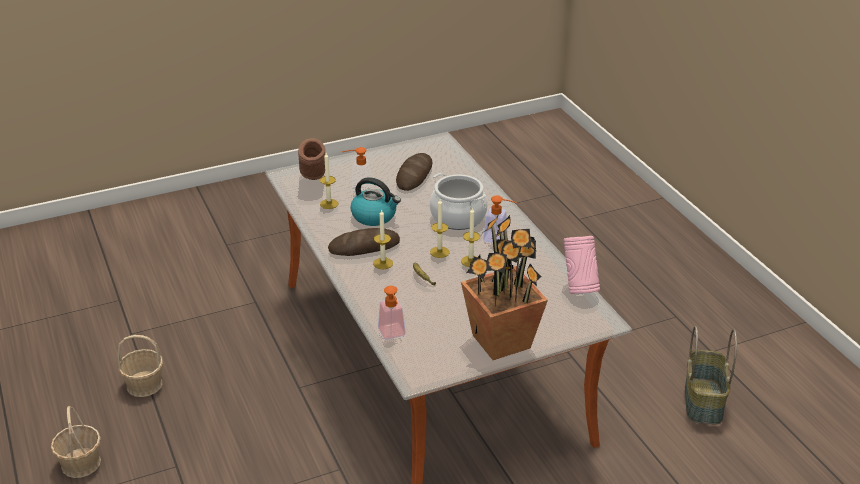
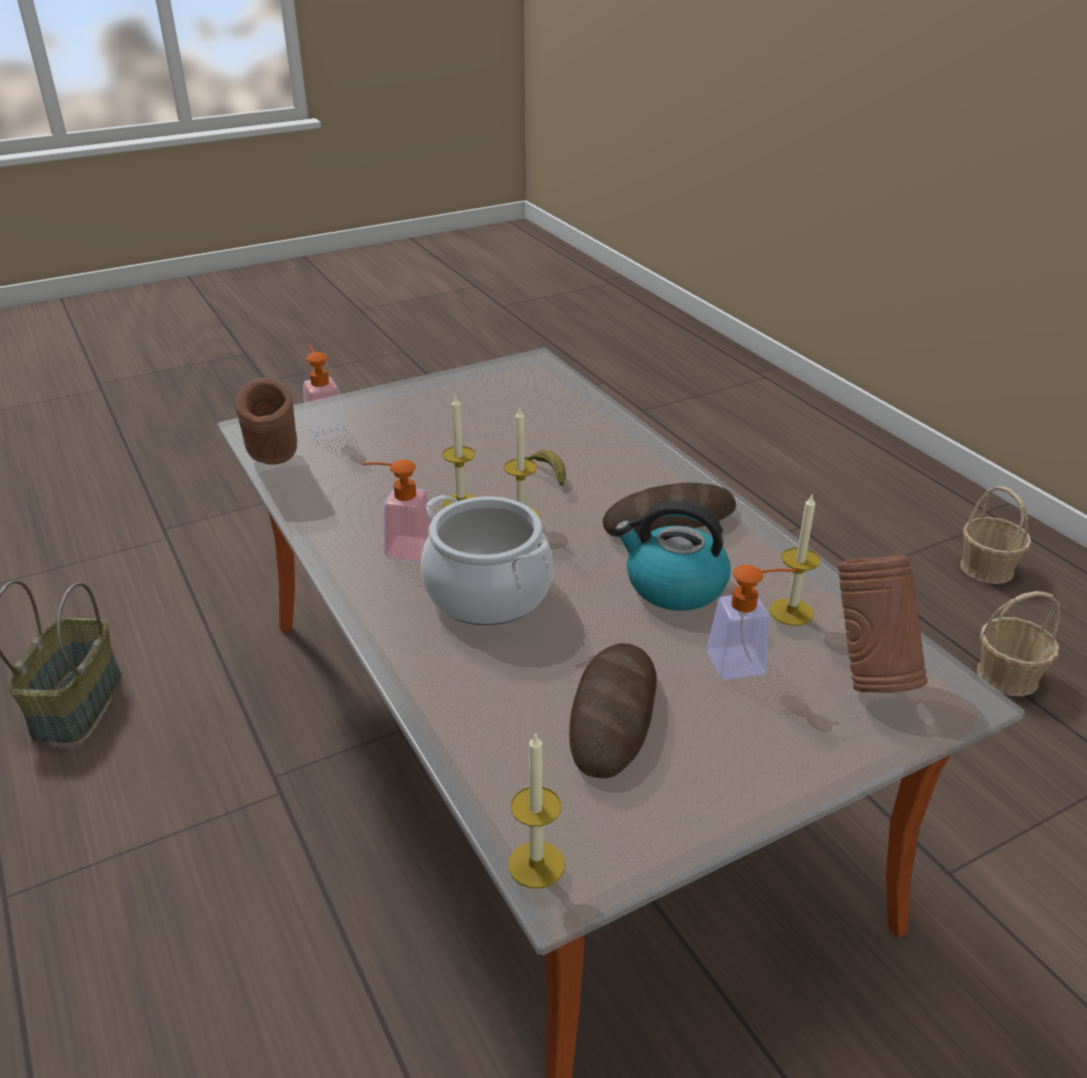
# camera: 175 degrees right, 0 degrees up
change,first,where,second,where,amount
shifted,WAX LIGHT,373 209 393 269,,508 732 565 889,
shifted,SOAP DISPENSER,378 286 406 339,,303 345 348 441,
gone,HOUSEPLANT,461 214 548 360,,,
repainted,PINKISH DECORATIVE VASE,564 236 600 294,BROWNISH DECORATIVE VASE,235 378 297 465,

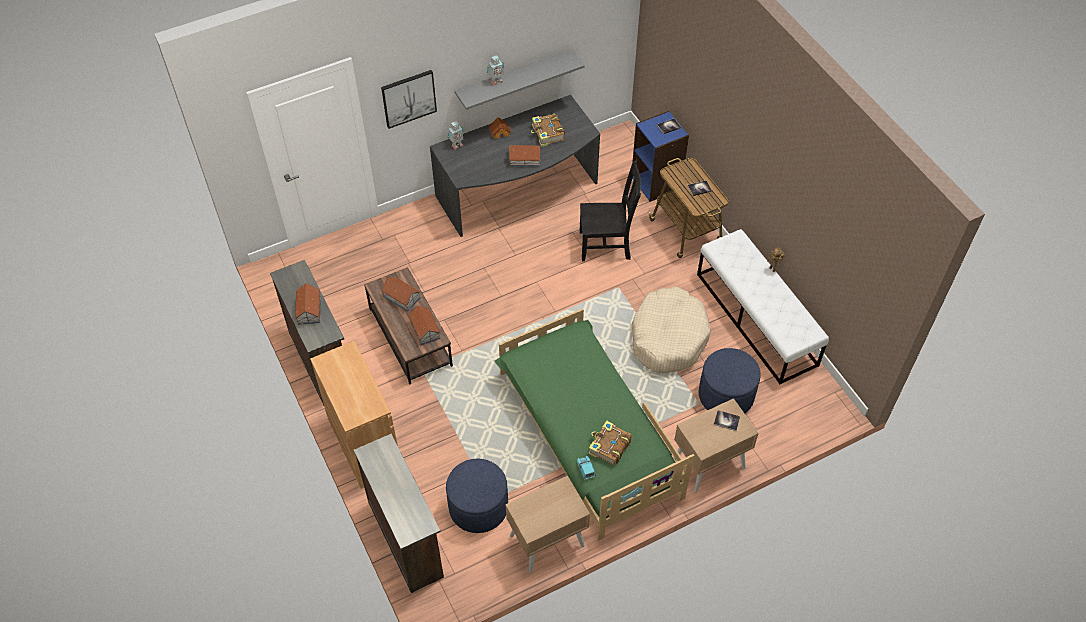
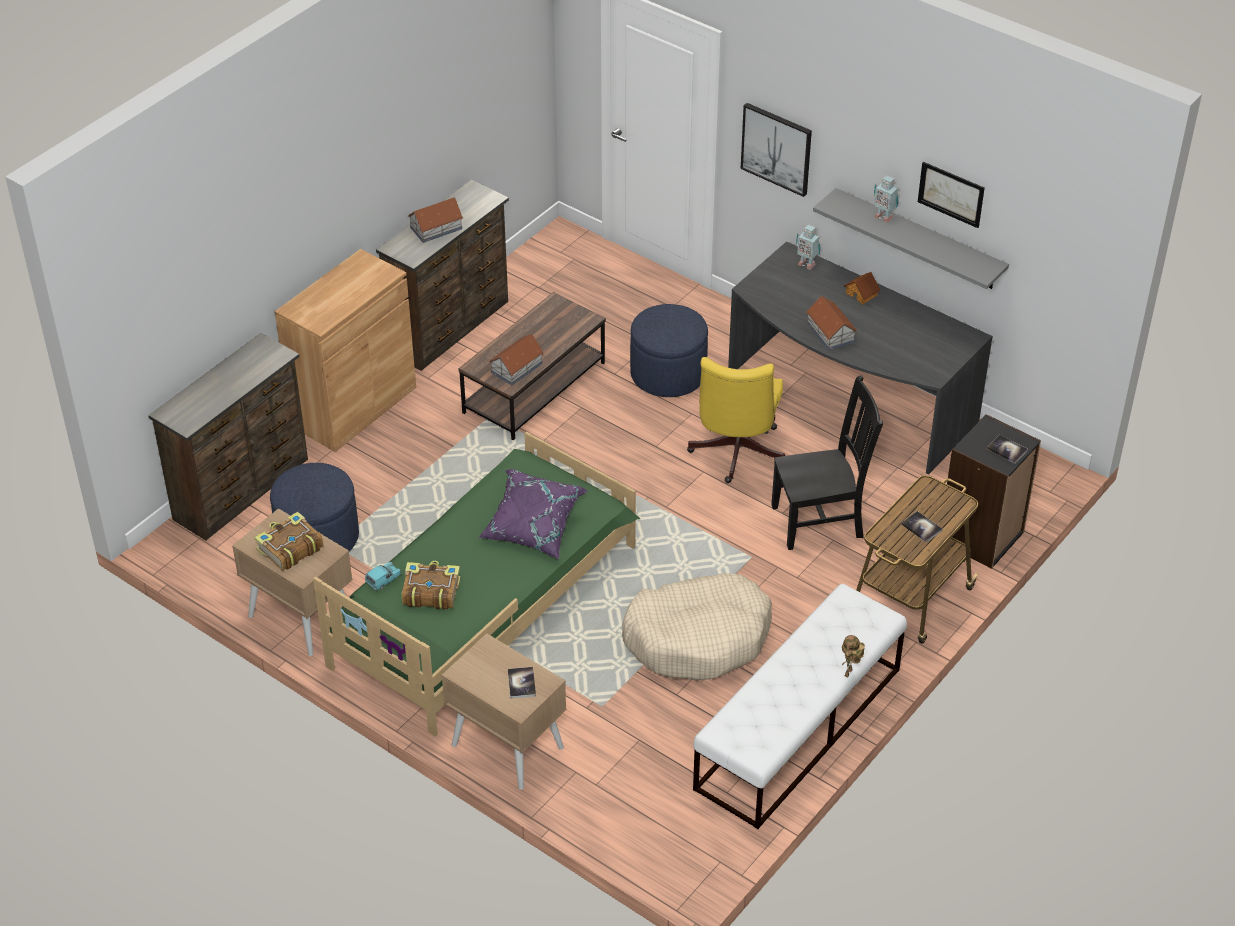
# camera: 65 degrees right, 10 degrees down
change,first,where,second,where,amount
gone,MINIATURE HOUSE,381 277 421 312,,,
shifted,VOLUME,531 113 565 147,,255 512 323 571,
rotated,BLACKISH CHAIR,580 160 641 261,,771 375 883 550,75 degrees counterclockwise
repainted,BLUE BOOKSHELF,632 111 689 202,BLACKISH BOOKSHELF,942 414 1041 569,
shifted,BLUE OTTOMAN,699 348 761 413,,630 304 708 397,
new,,,PURPLE-COLOURED CUSHION,478 469 588 560,
new,,,YELLOWISH DESK CHAIR,687 357 785 483,
new,,,WALL PICTURE,918 162 985 228,

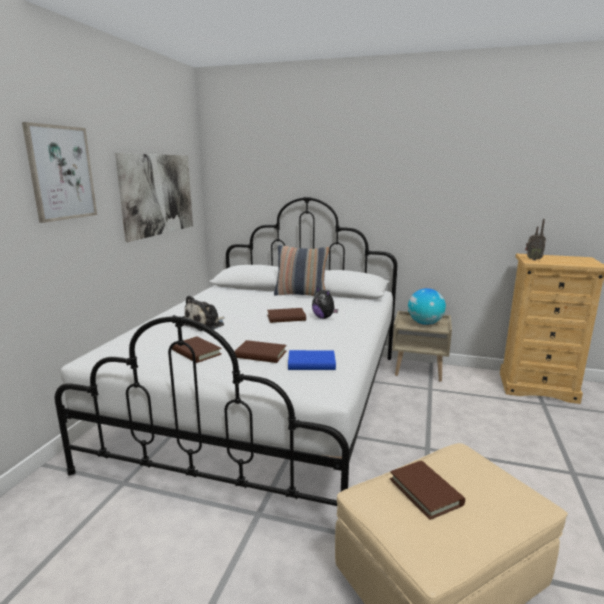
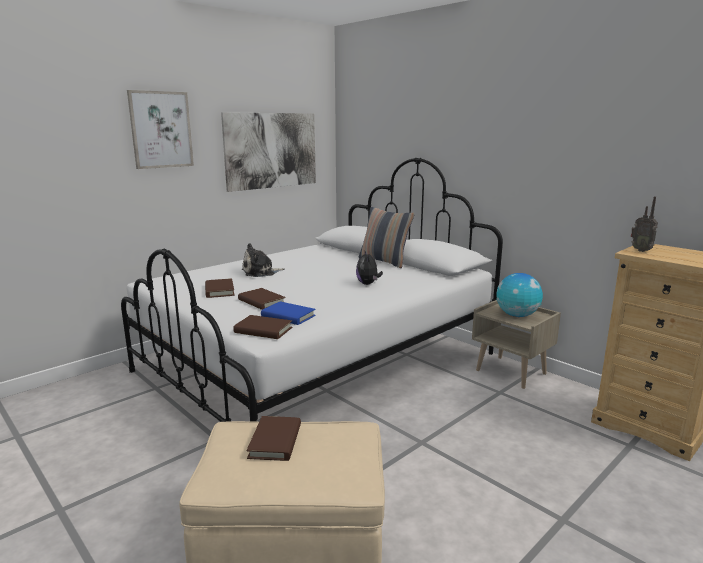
# camera: 30 degrees right, 0 degrees up
change,first,where,second,where,amount
shifted,BROWNISH VOLUME,267 308 306 323,,233 315 292 339,

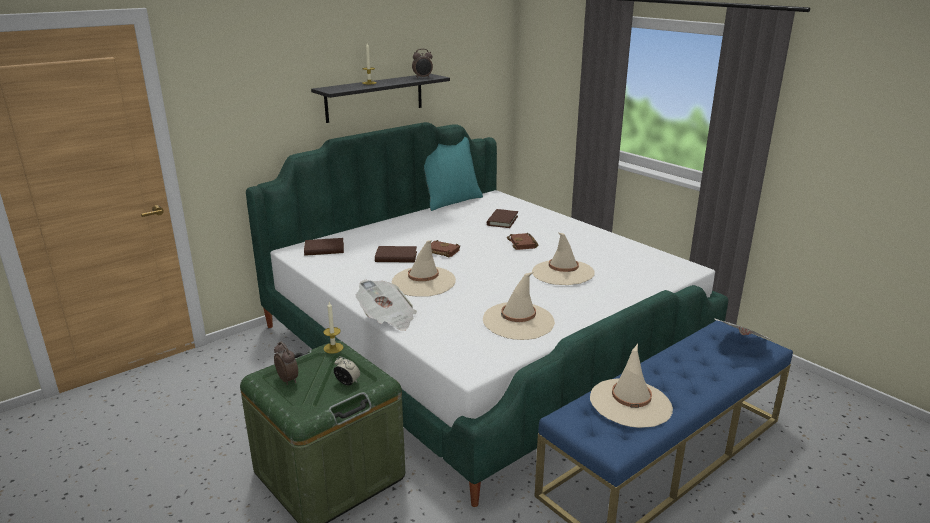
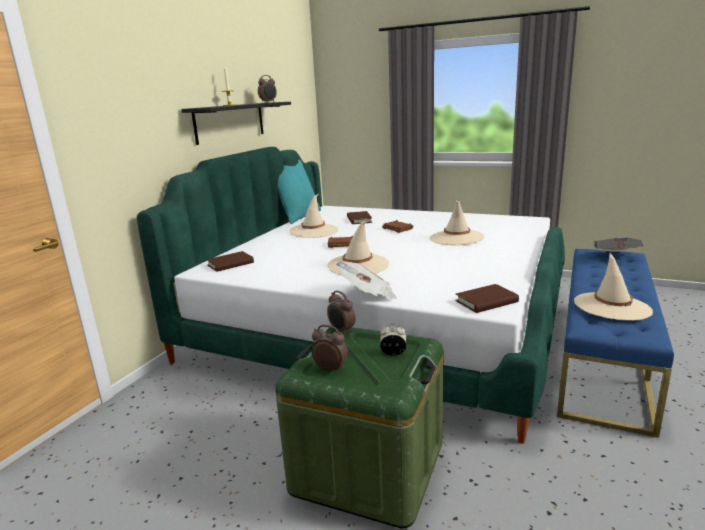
# camera: 25 degrees left, 5 degrees down
change,first,where,second,where,amount
swapped,WAX LIGHT,323 302 343 354,BEDSIDE CLOCK,327 291 355 335,
shifted,BROWNISH VOLUME,375 246 417 263,,455 284 519 313,
shifted,SAND-COLOURED CLOTHING HAT,483 272 555 340,,289 194 338 238,

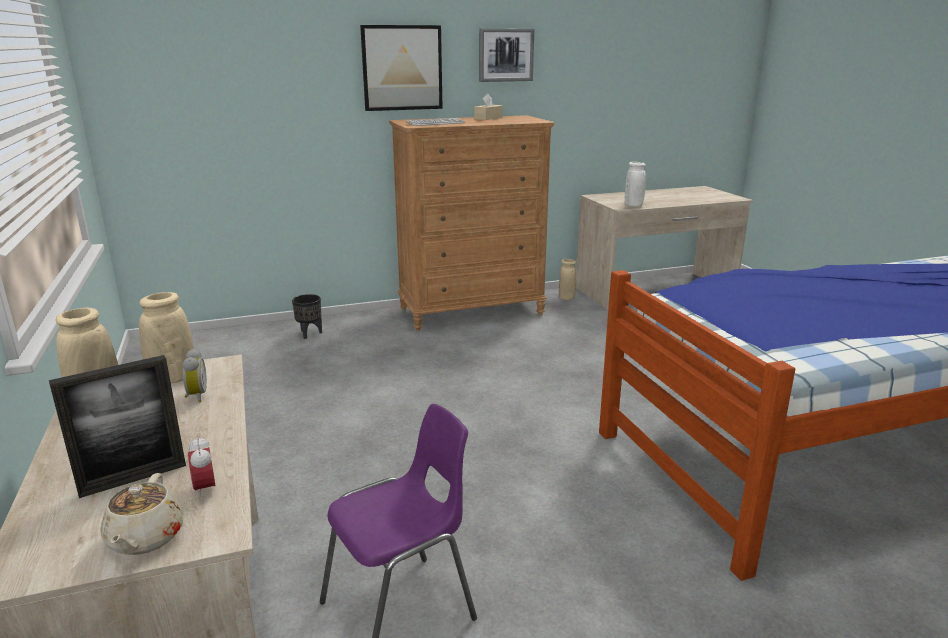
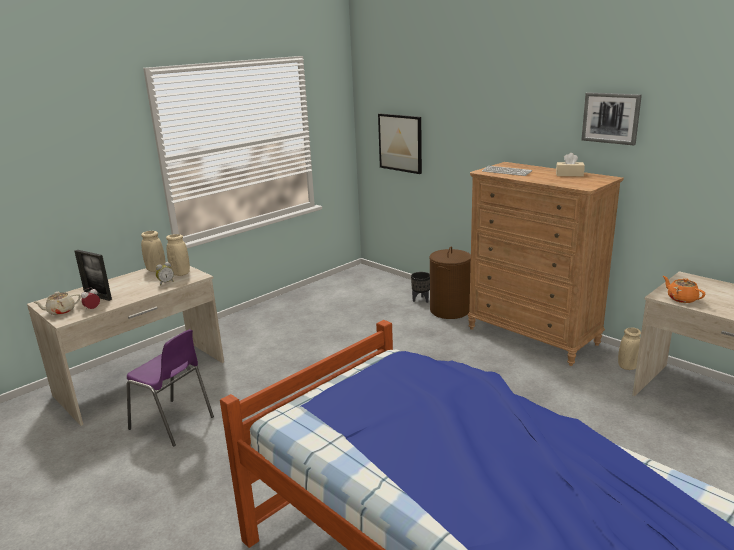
# camera: 65 degrees right, 0 degrees up
change,first,where,second,where,amount
shifted,WALL PICTURE,360 25 443 111,,378 113 422 174,
swapped,WHITE DECORATIVE VASE,625 161 646 207,ORANGE-COLOURED POT FOR TEA,663 276 705 303,
new,,,BROWNISH WASHING BASKET,429 247 471 319,

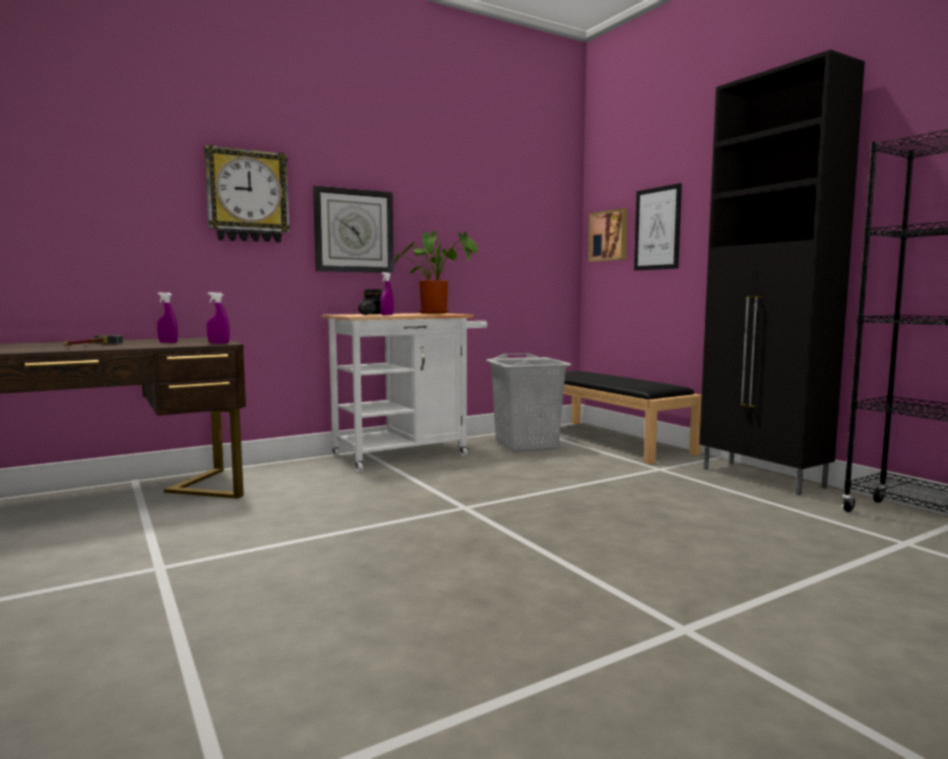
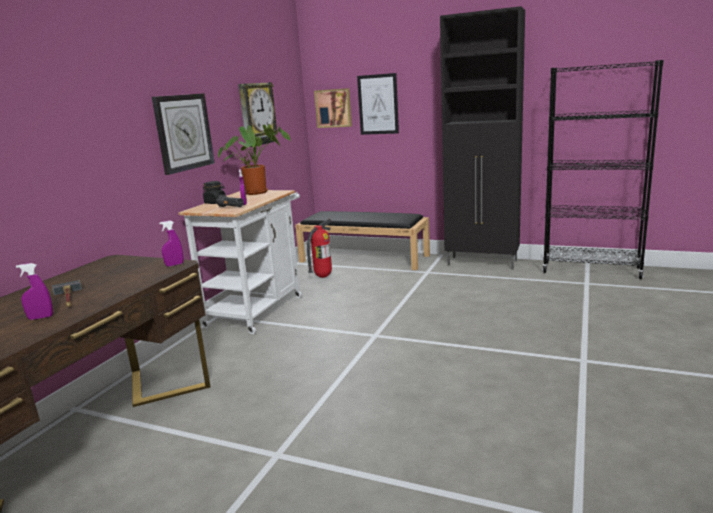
# camera: 35 degrees left, 10 degrees up
change,first,where,second,where,amount
shifted,PURPLE-COLOURED SPRAYER,157 292 178 343,,16 263 53 320,
shifted,WALL CLOCK,204 144 291 243,,238 82 278 147,
swapped,GRAY WASHING BASKET,486 353 571 452,FIRE EXTINGUISHER,307 219 332 278,

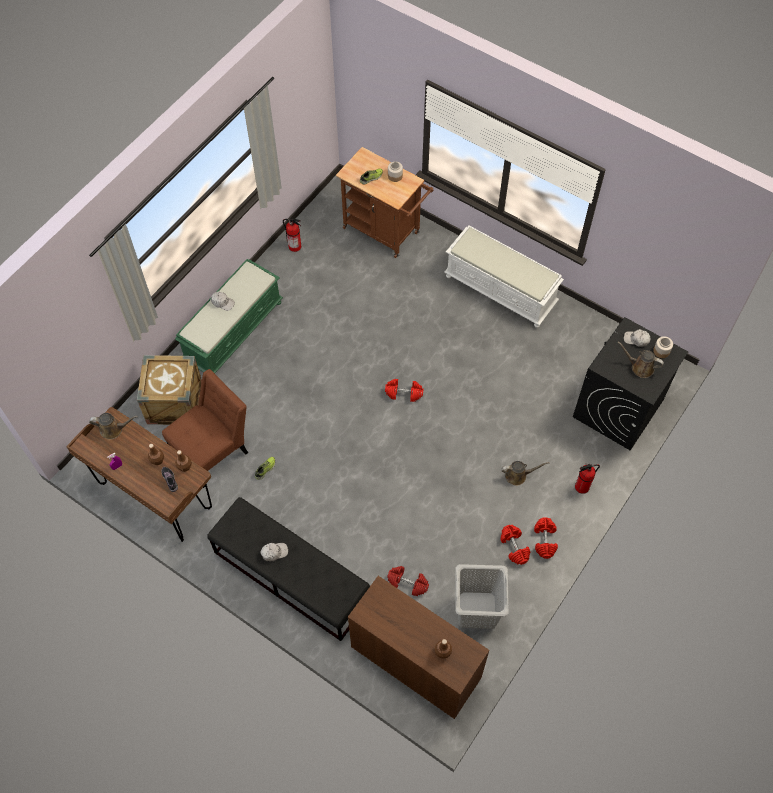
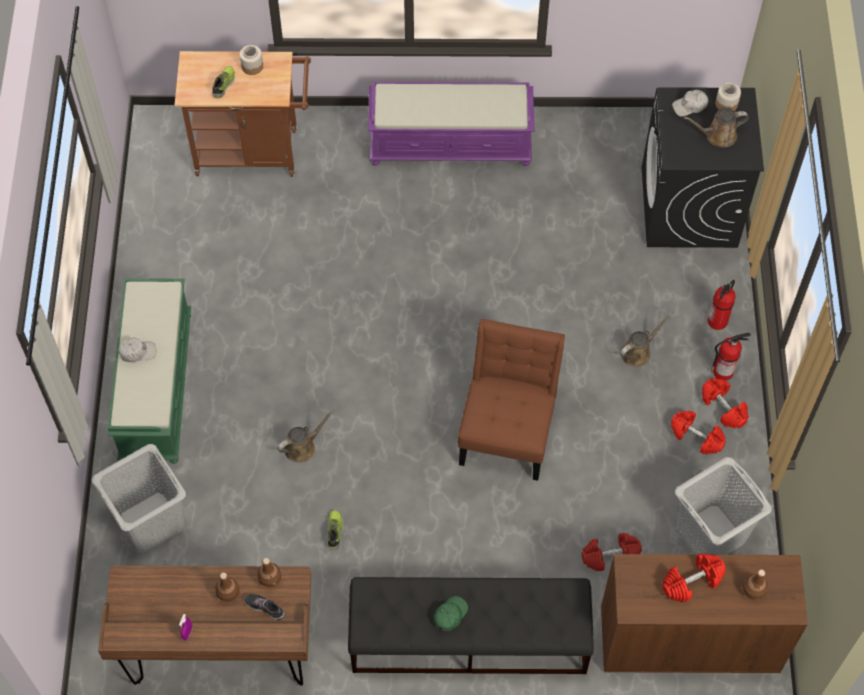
# camera: 35 degrees left, 0 degrees up
change,first,where,second,where,amount
shifted,BROWNISH WATERING POT,89 413 138 440,,277 409 335 462,
swapped,CRATE,137 355 202 425,GRAY WASHING BASKET,92 444 186 553,
shifted,BROWNISH CHAIR,162 369 248 488,,458 319 565 481,
repainted,WHITE CAP,261 543 288 561,GREENISH CAP,434 596 468 632,
shifted,FIRE EXTINGUISHER,283 218 301 252,,711 333 751 381,
shifted,RED HAND WEIGHT,385 379 423 402,,662 553 725 602,
repainted,WHITE LONG SEAT,444 225 564 328,PURPLE-COLOURED LONG SEAT,368 82 534 166,

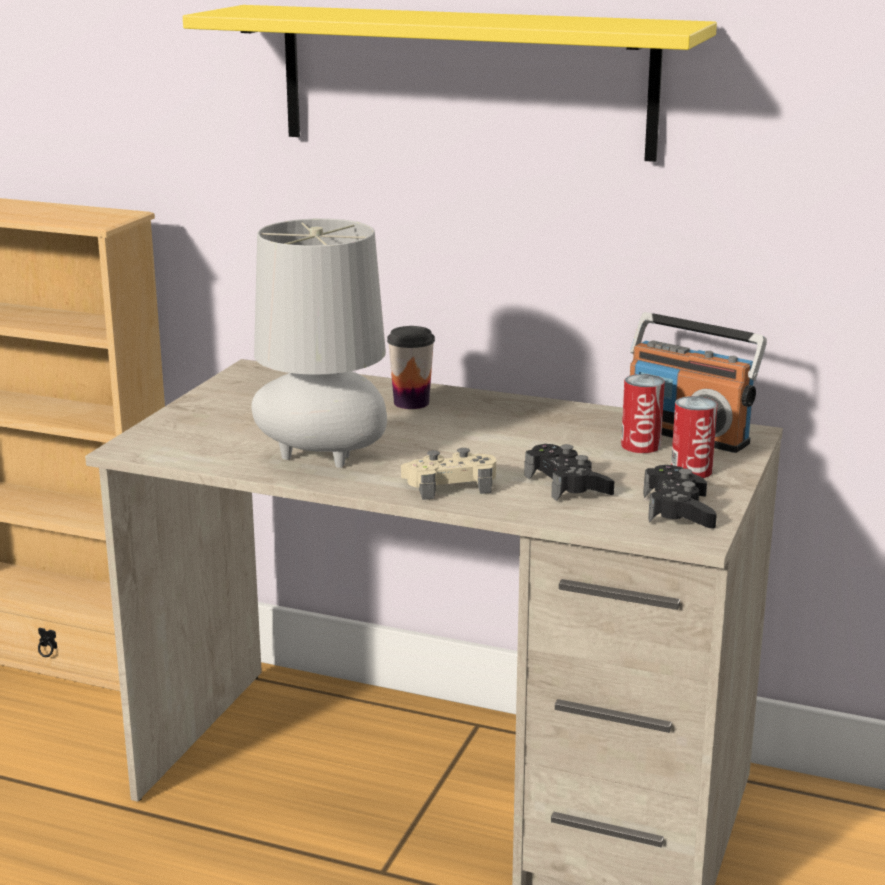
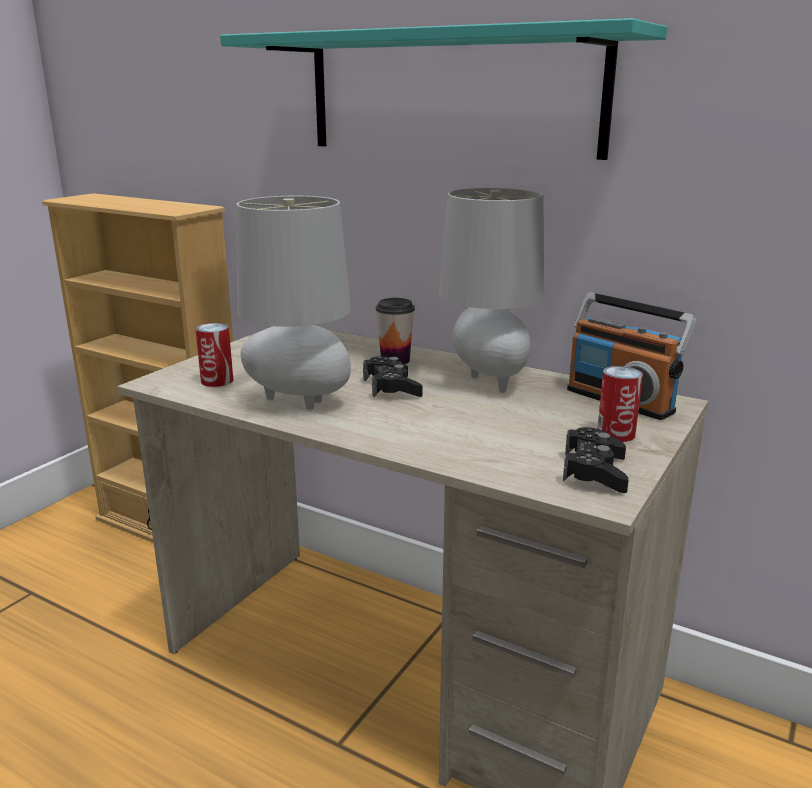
# camera: 10 degrees right, 0 degrees up
change,first,where,second,where,amount
repainted,YELLOWISH BRACKET SHELF,183 5 717 162,TURQUOISE-COLOURED BRACKET SHELF,220 18 667 160,
gone,SAND-COLOURED GAMEPAD,401 448 496 500,,,
shifted,BLACKISH GAMEPAD,524 444 614 501,,363 356 422 398,
shifted,METAL CAN,621 374 665 453,,195 323 233 387,
new,,,GRAY TABLETOP LAMP,439 188 544 393,

